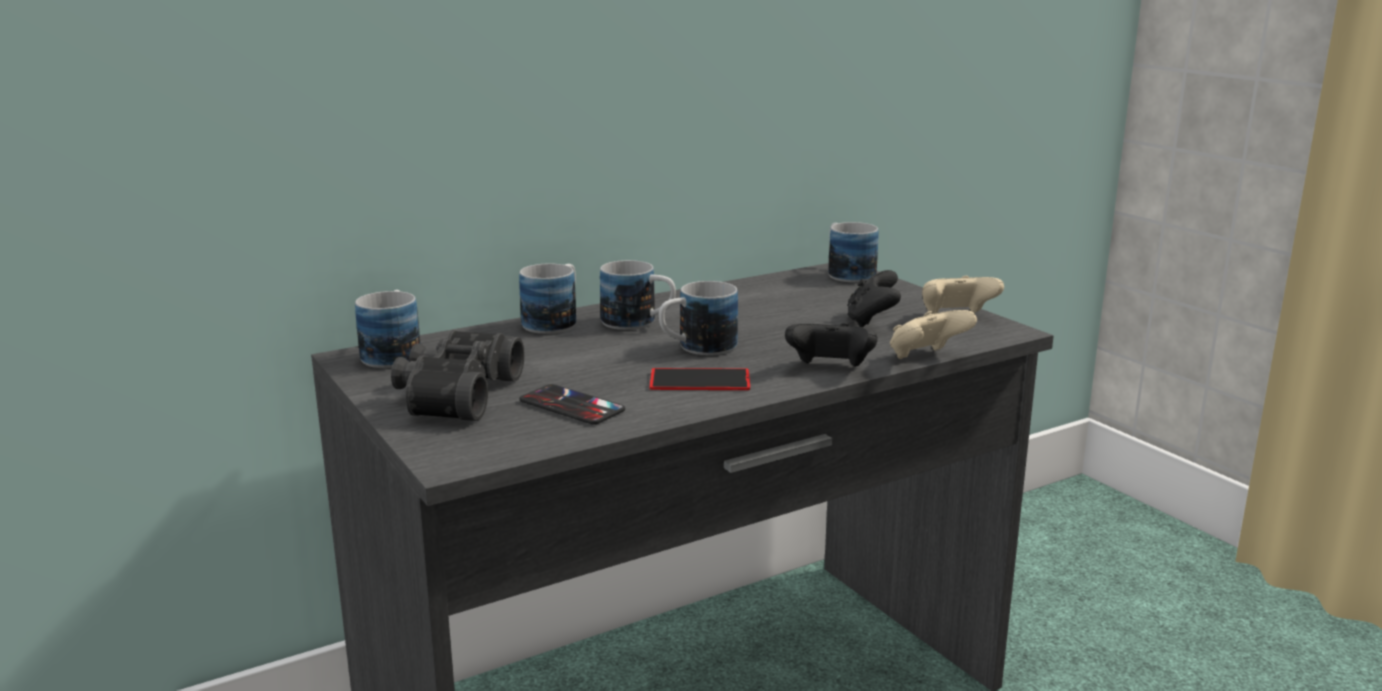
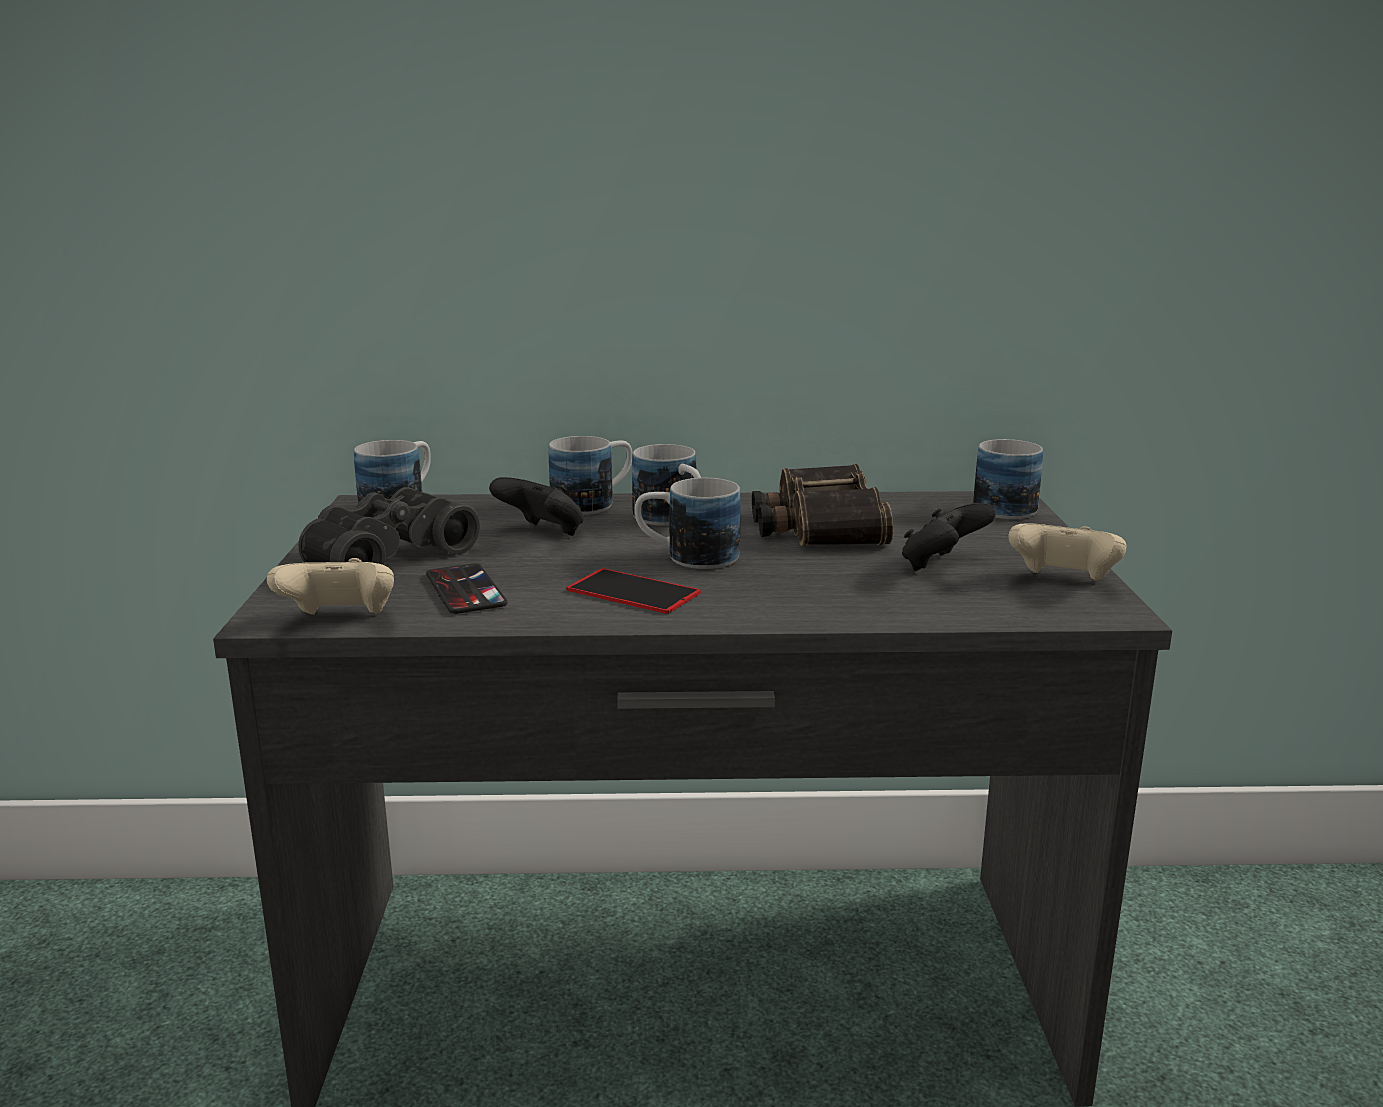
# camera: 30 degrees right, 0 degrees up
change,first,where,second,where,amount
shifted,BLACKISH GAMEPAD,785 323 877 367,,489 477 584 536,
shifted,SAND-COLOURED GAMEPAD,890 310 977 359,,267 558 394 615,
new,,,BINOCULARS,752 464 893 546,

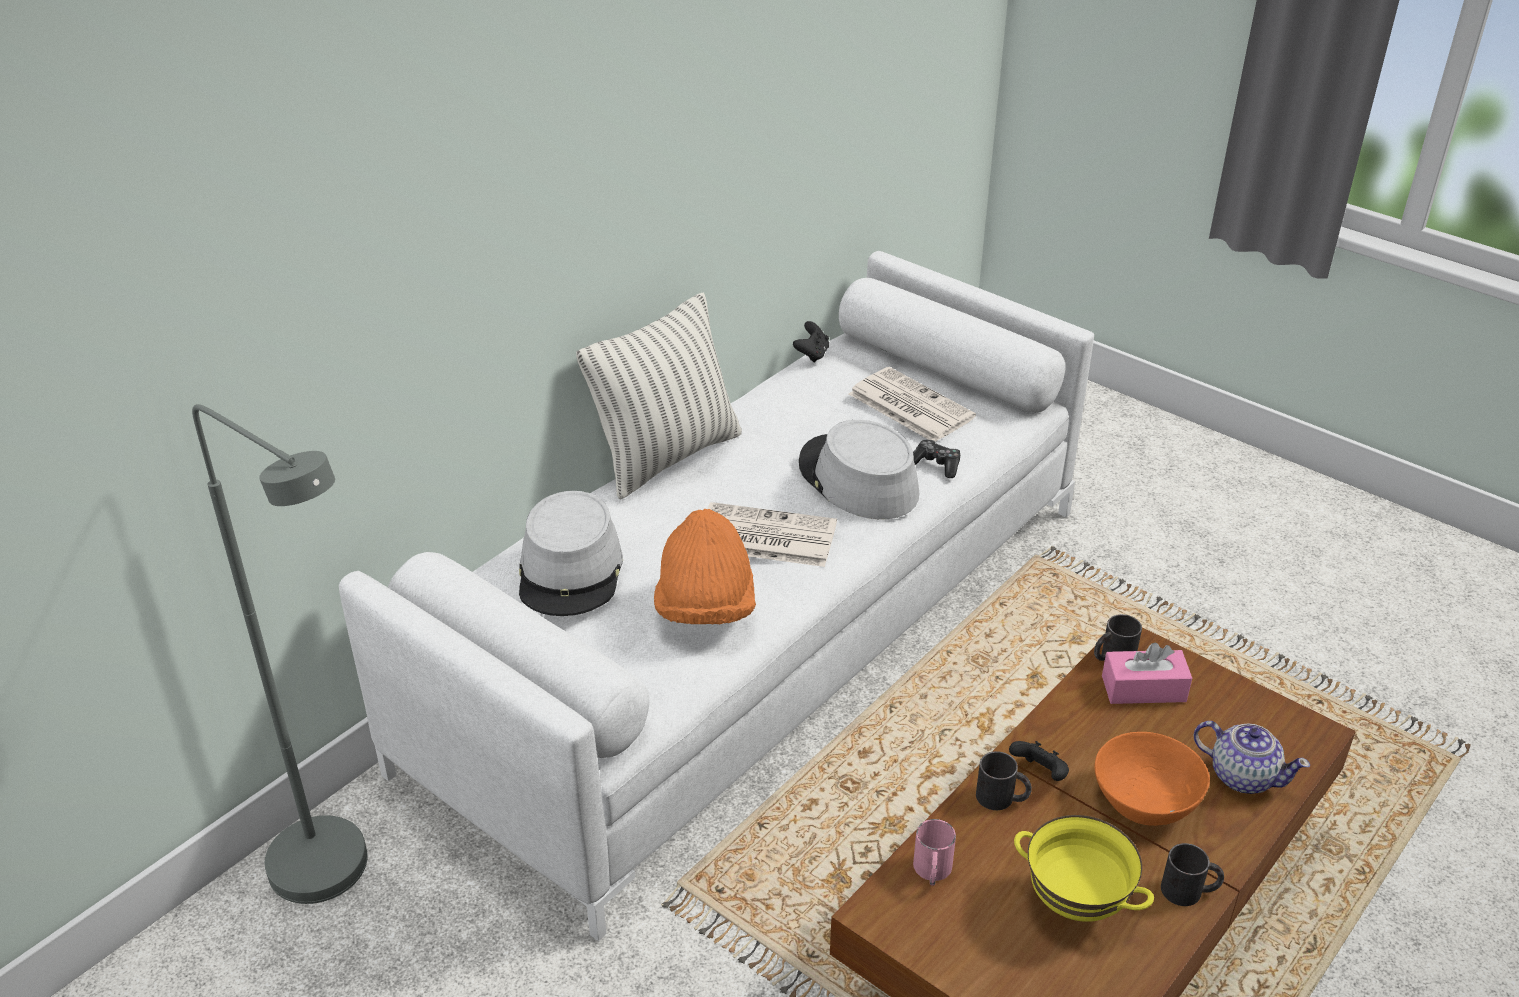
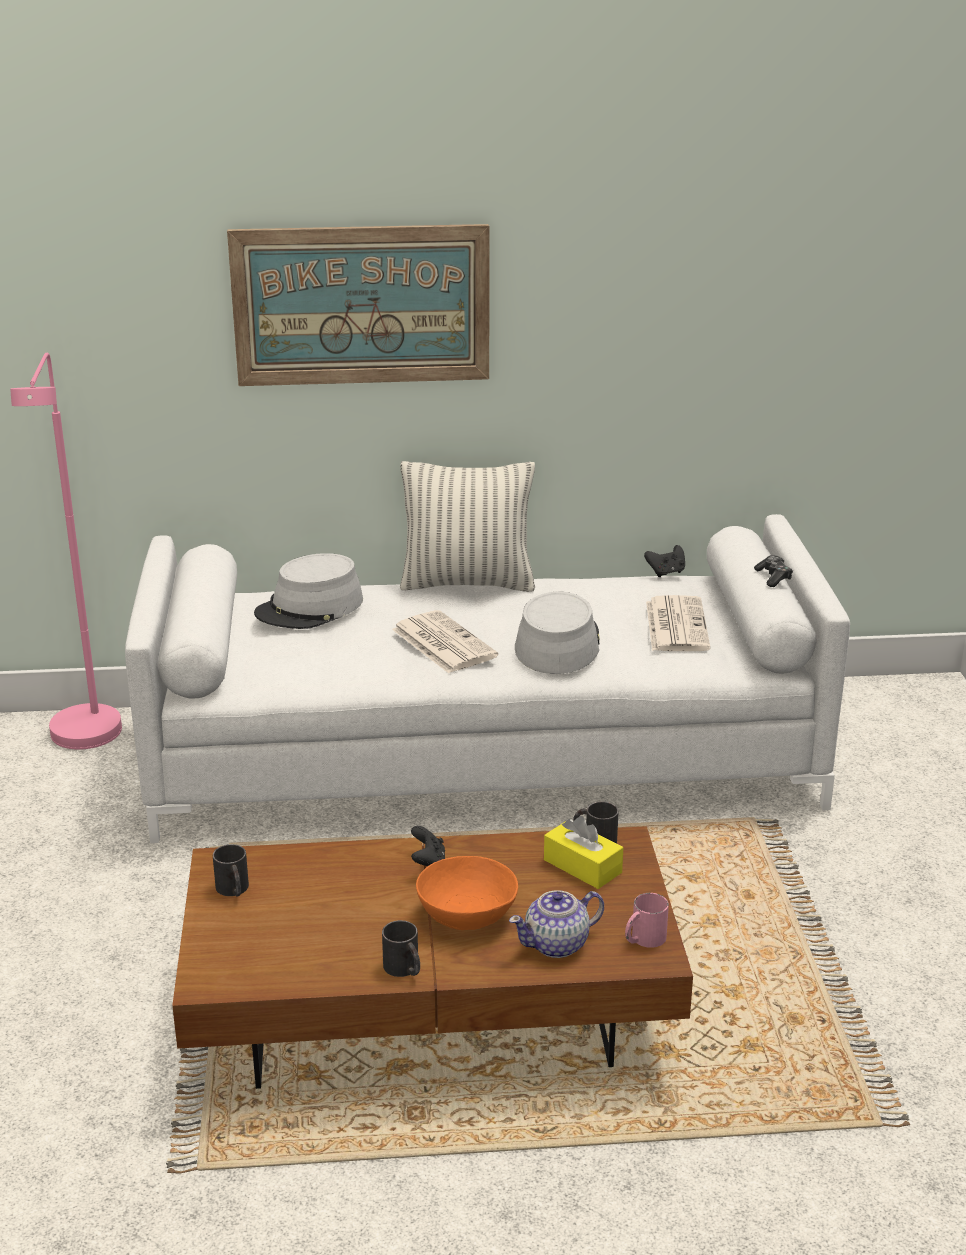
# camera: 45 degrees right, 10 degrees down
change,first,where,second,where,amount
repainted,GRAY STANDING LAMP,192 404 368 904,PINKISH STANDING LAMP,10 353 122 750,
gone,ORANGE-COLOURED CLOTHING HAT,654 509 756 624,,,
shifted,GAMEPAD,913 440 960 478,,754 555 793 587,
shifted,PINKISH TEA MUG,913 819 956 886,,625 893 669 948,
shifted,BLACKISH TEA MUG,976 751 1032 810,,213 844 249 897,
gone,YELLOWISH SERVING BOWL,1014 815 1154 922,,,
repainted,PINKISH TISSUE BOX,1102 642 1192 704,YELLOWISH TISSUE BOX,544 816 623 889,
rotated,POT FOR TEA,1193 721 1310 794,,509 890 604 958,75 degrees clockwise
new,,,WALL PICTURE,227 224 490 386,

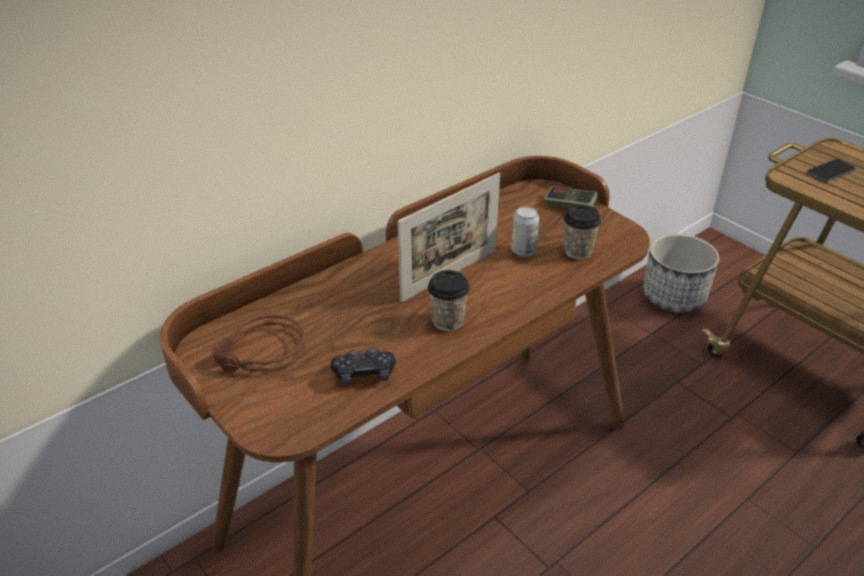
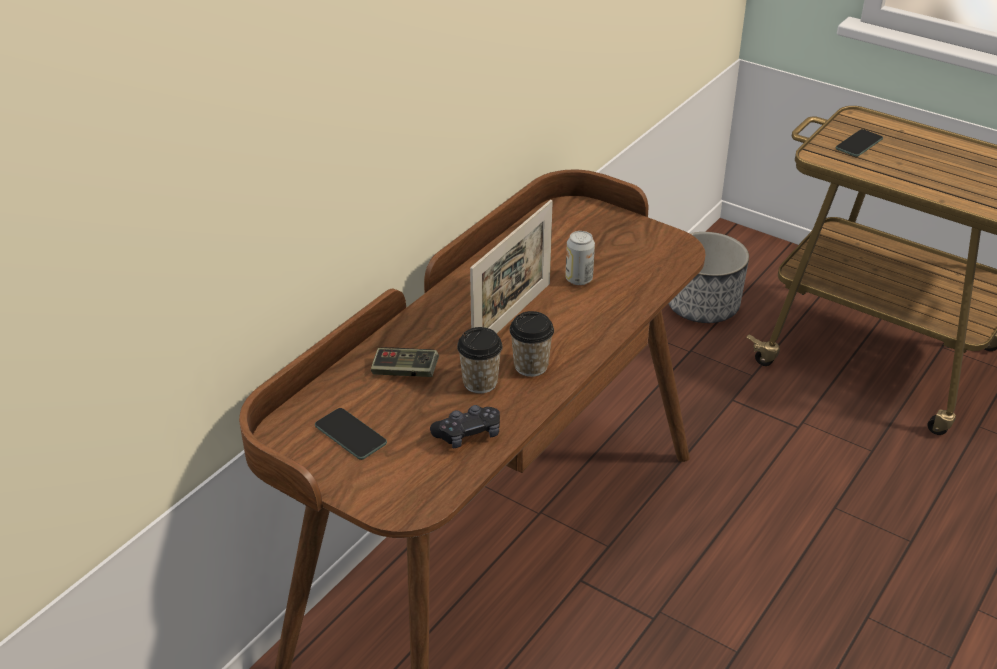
# camera: 15 degrees left, 0 degrees up
change,first,where,second,where,amount
swapped,BROWNISH HEADSET,214 314 306 372,PHONE,315 408 387 460,
shifted,GAMEPAD,544 186 598 208,,371 347 439 377,
shifted,DRINKING CUP,564 204 601 259,,457 327 503 393,

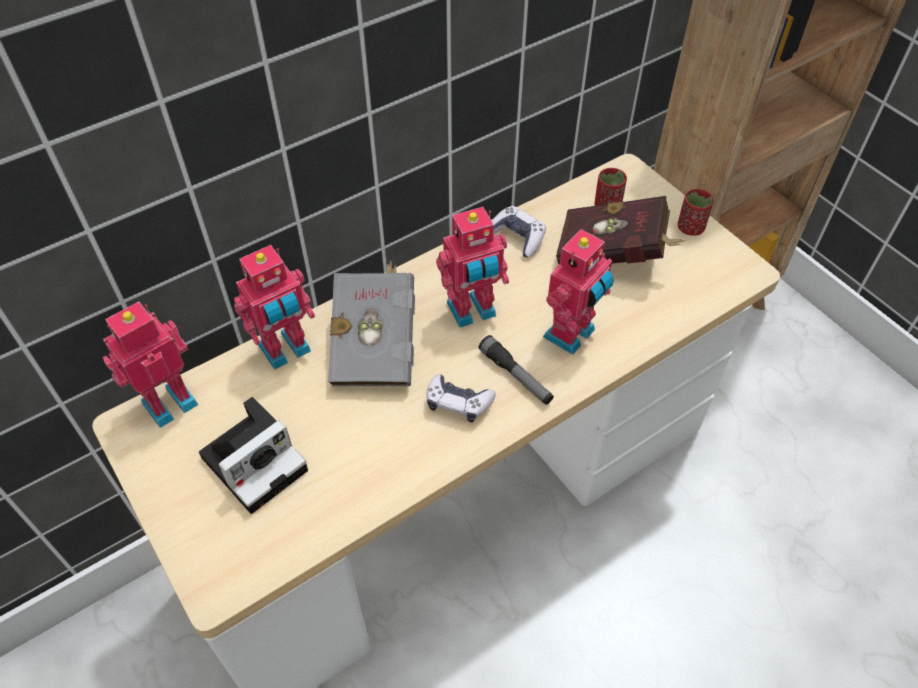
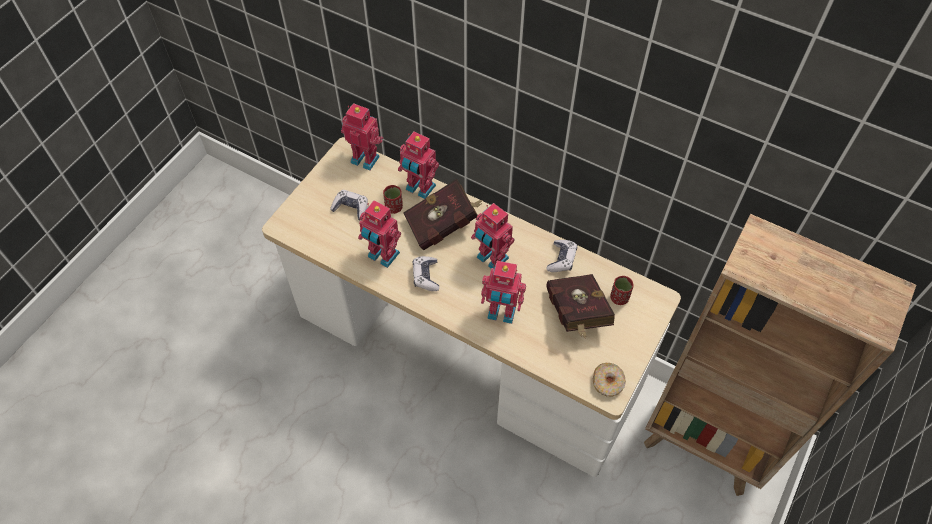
# camera: 65 degrees right, 5 degrees up
change,first,where,second,where,amount
swapped,STILL CAMERA,199 397 308 514,GAMEPAD,330 190 368 220,
repainted,GRAY VOLUME,328 260 415 386,RED VOLUME,403 179 483 250,
gone,HAND TORCH,478 335 554 405,,,
shifted,RED DRINKING CUP,678 189 714 236,,383 185 403 214,
new,,,MODEL ROBOT,358 200 401 268,
new,,,DONUT,593 363 626 396,

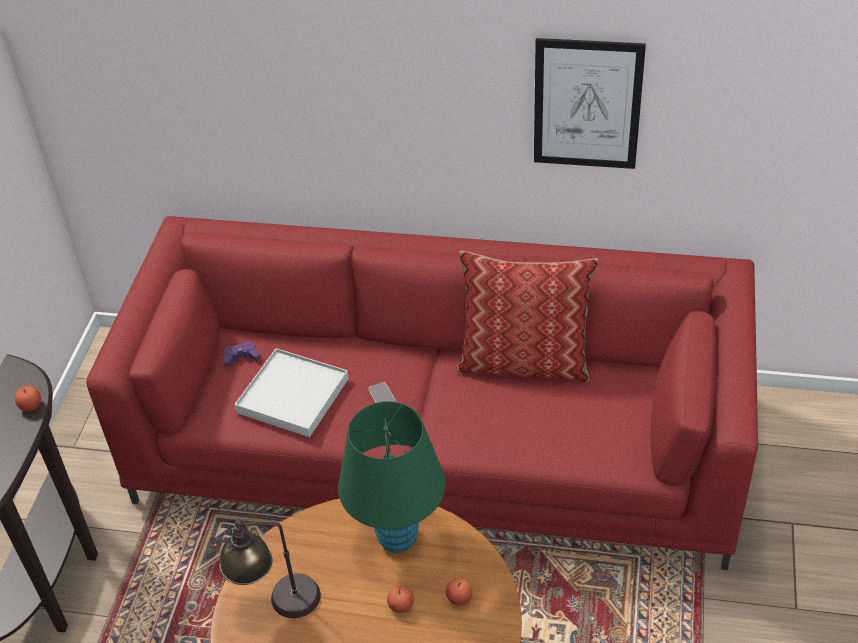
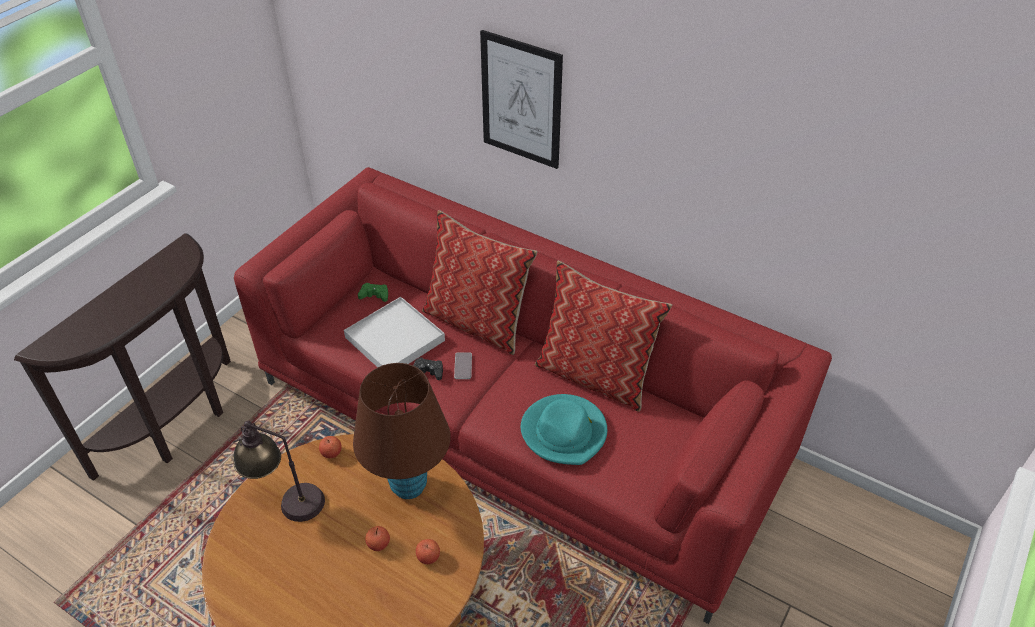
# camera: 20 degrees right, 0 degrees up
change,first,where,second,where,amount
shifted,WHOLE APPLE,15 386 41 411,,319 436 341 458,
repainted,PURPLE-COLOURED GAMEPAD,224 341 260 367,GREENISH GAMEPAD,358 283 388 302,
repainted,GREENISH TABLETOP LAMP,338 401 446 553,BROWNISH TABLETOP LAMP,353 363 451 499,
shifted,WALL PICTURE,534 38 646 169,,480 30 563 169,
new,,,BLACKISH GAMEPAD,413 357 443 380,
new,,,CUSHION,422 210 538 355,
new,,,TURQUOISE-COLOURED CLOTHING HAT,521 394 607 465,

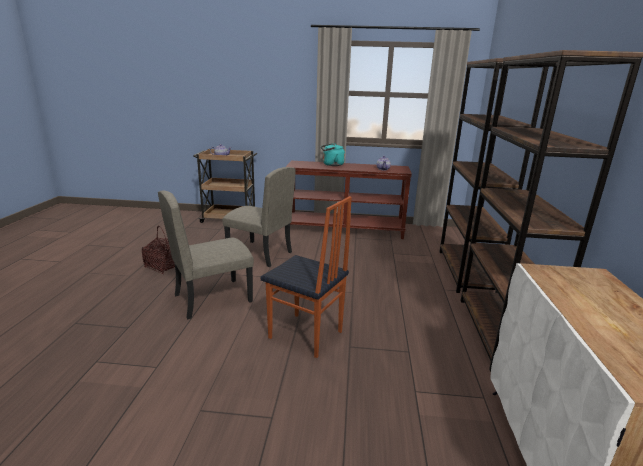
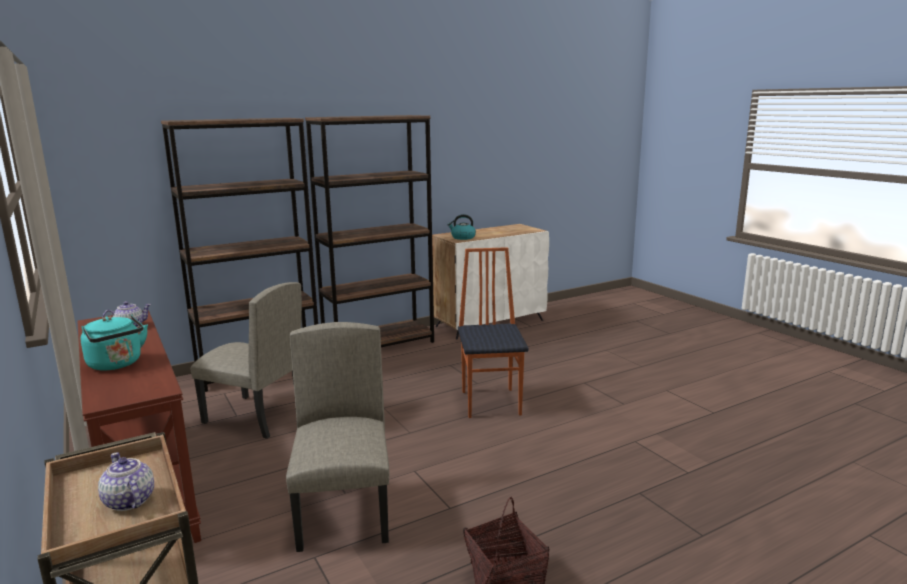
# camera: 125 degrees left, 5 degrees down
change,first,where,second,where,amount
shifted,SAND-COLOURED CHAIR,158 191 254 319,,190 282 302 439,
new,,,WATER KETTLE,447 214 476 240,

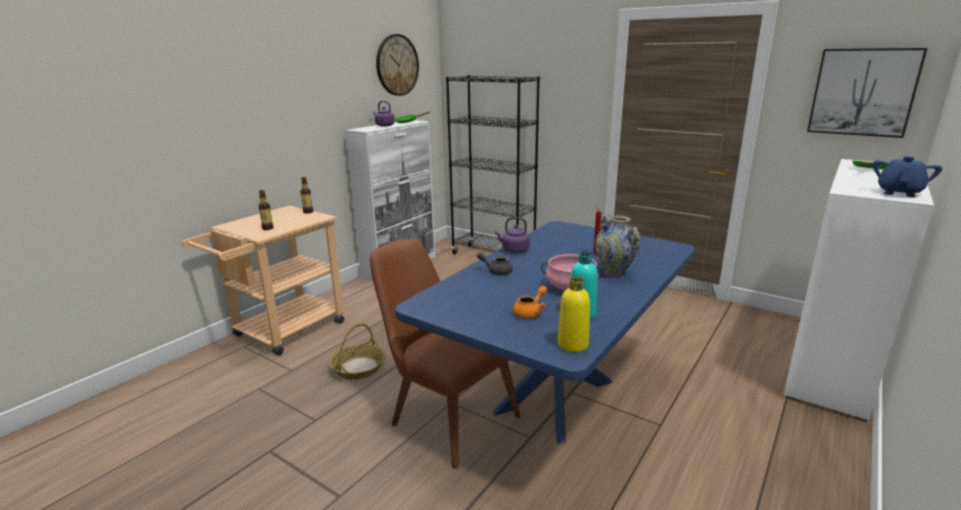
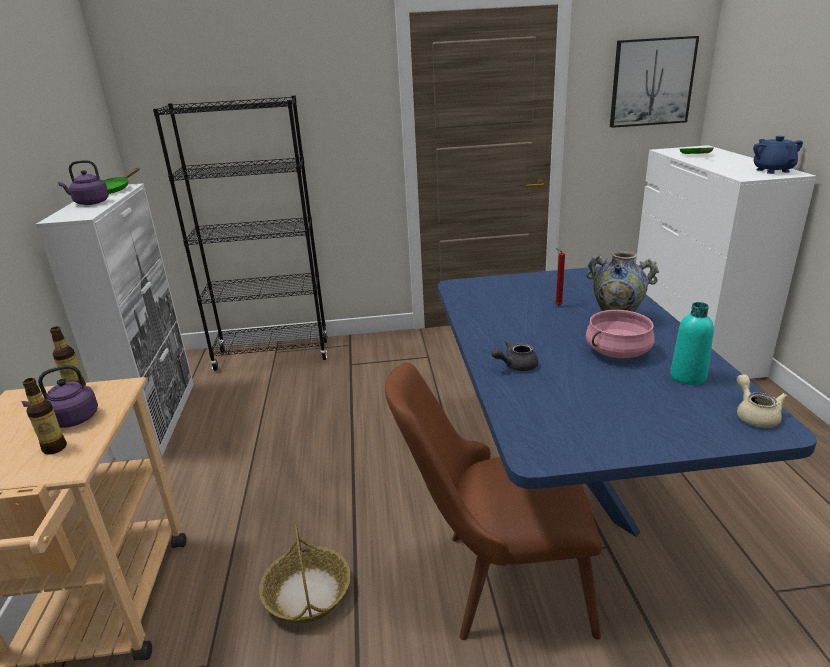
# camera: 40 degrees left, 5 degrees up
change,first,where,second,where,amount
gone,WALL CLOCK,376 34 419 96,,,
shifted,PURPLE-COLOURED WATER KETTLE,495 217 530 253,,21 365 98 428,
gone,ORANGE-COLOURED POT FOR TEA,513 286 547 318,,,
swapped,YELLOWISH BEVERAGE BOTTLE,558 277 590 352,SAND-COLOURED POT FOR TEA,737 374 787 428,

